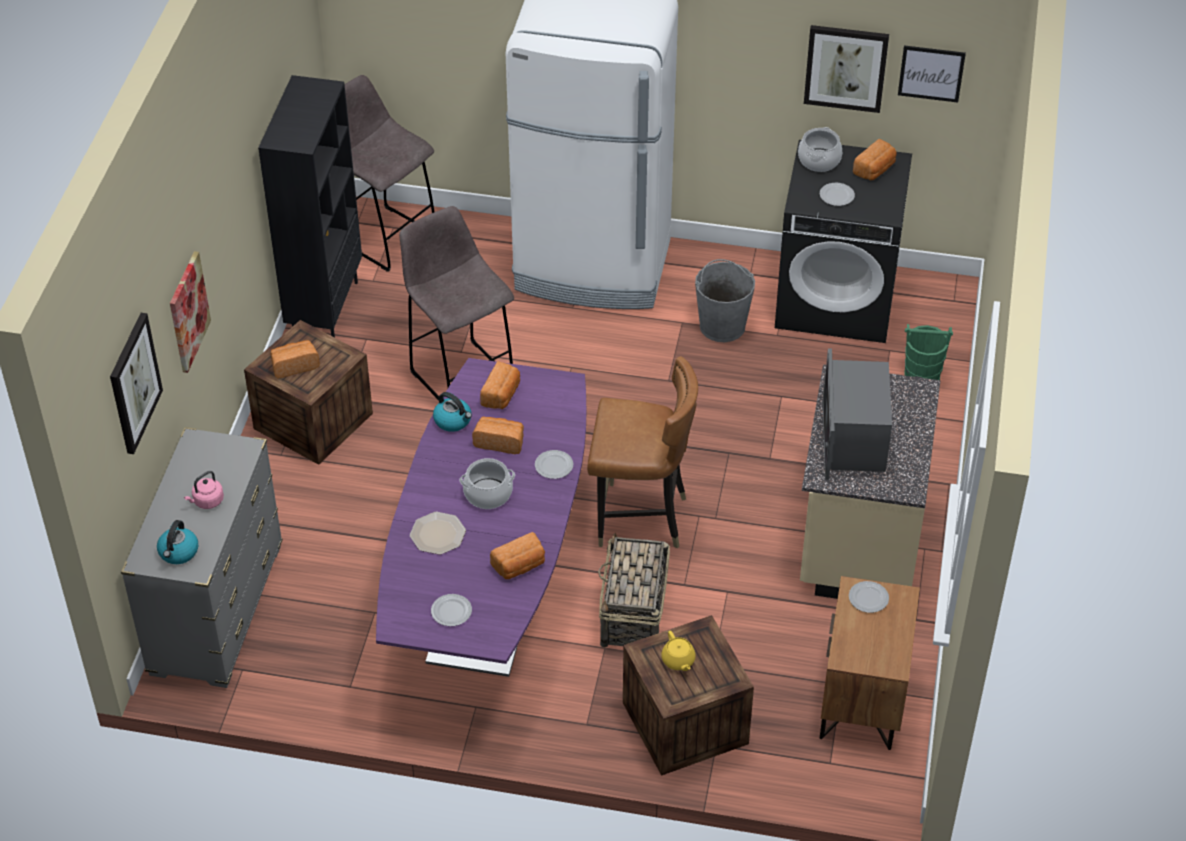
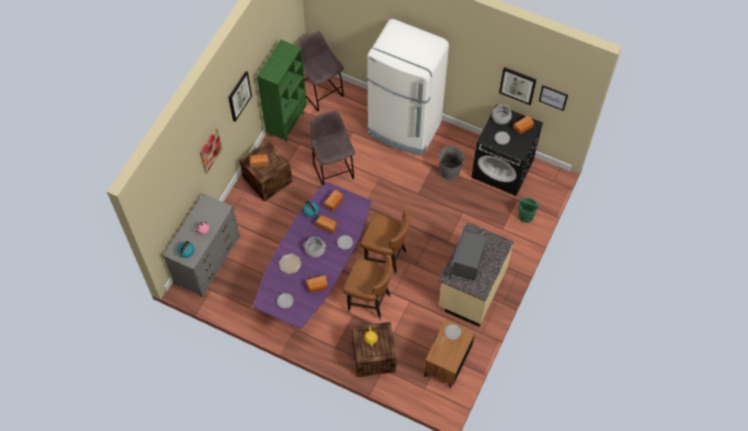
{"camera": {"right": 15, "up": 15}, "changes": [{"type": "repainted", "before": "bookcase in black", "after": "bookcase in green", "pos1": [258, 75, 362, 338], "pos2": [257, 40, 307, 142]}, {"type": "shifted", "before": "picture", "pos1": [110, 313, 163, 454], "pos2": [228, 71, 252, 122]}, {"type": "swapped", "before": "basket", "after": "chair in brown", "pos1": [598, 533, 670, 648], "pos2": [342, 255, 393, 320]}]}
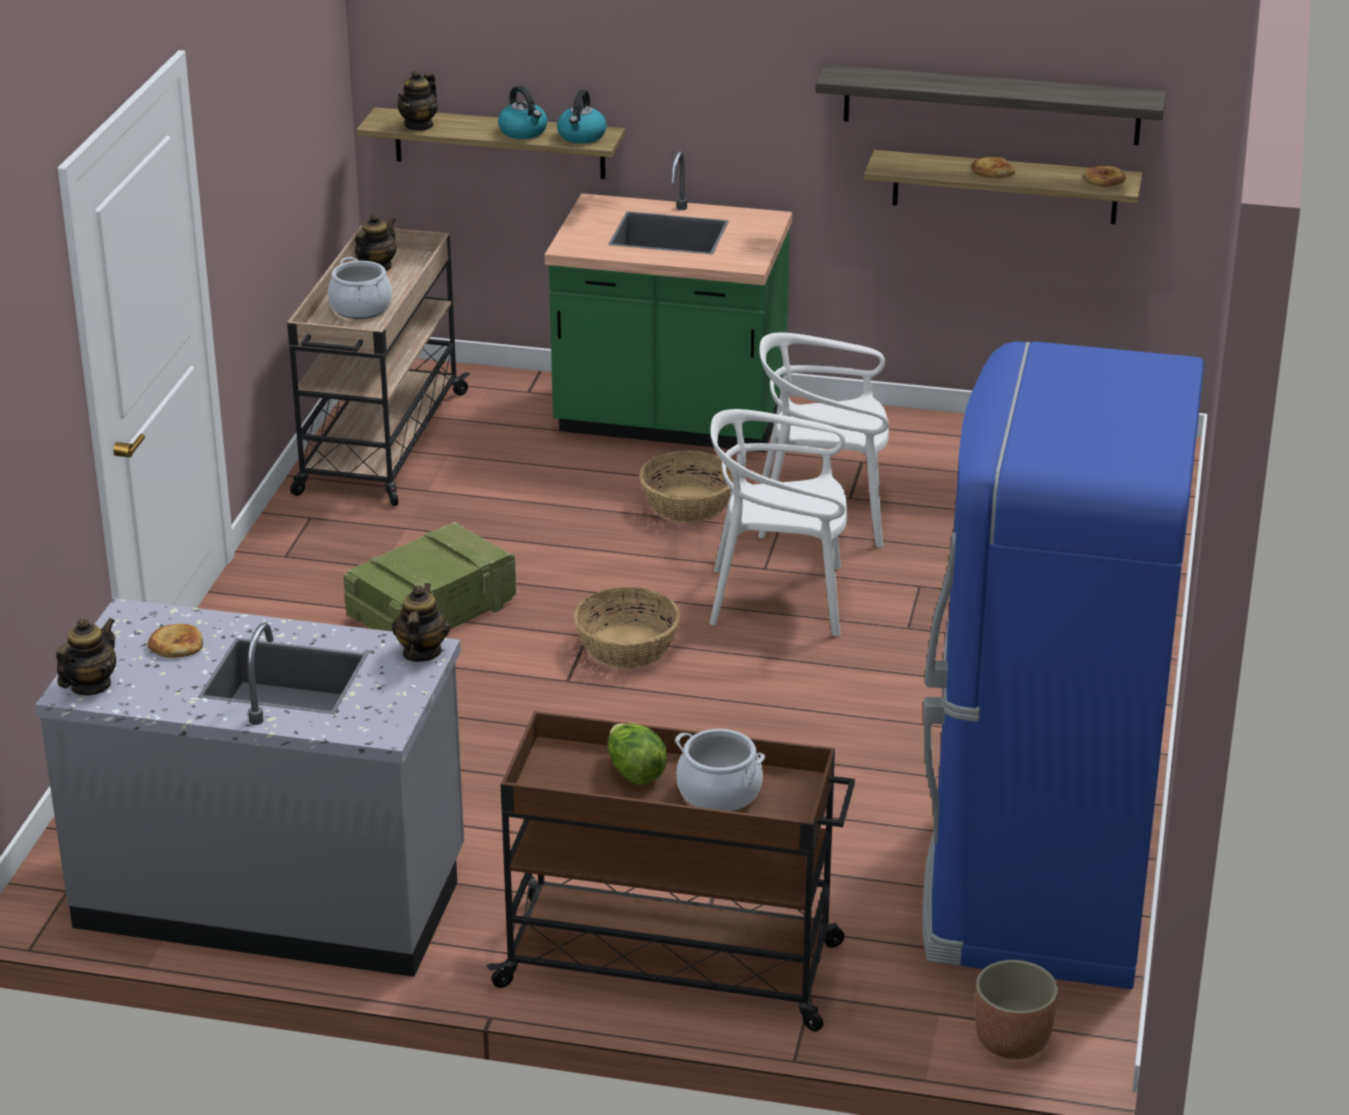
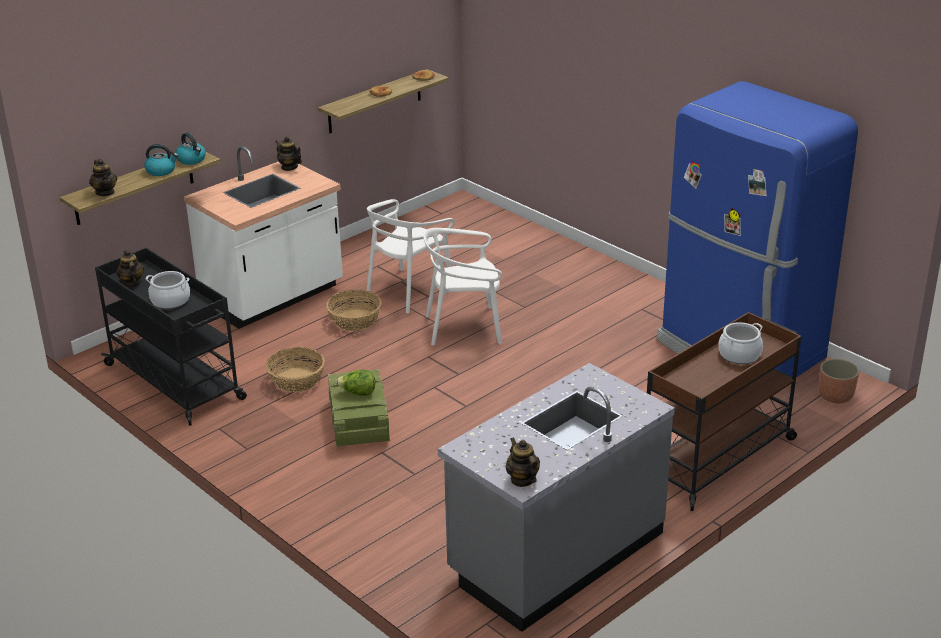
{"camera": {"right": -55, "up": 0}, "changes": [{"type": "gone", "before": "shelf", "pos1": [815, 65, 1166, 145]}, {"type": "repainted", "before": "counter in green", "after": "counter in white", "pos1": [544, 151, 792, 452], "pos2": [184, 146, 343, 329]}, {"type": "repainted", "before": "cart in beige", "after": "cart in black", "pos1": [287, 225, 470, 506], "pos2": [95, 248, 247, 426]}, {"type": "rotated", "before": "chair in white", "pos1": [710, 409, 848, 637], "pos2": [423, 228, 502, 346], "turn": 45}, {"type": "shifted", "before": "teapot", "pos1": [392, 583, 450, 662], "pos2": [275, 136, 302, 171]}, {"type": "shifted", "before": "basket", "pos1": [574, 587, 680, 669], "pos2": [265, 347, 325, 392]}, {"type": "gone", "before": "bread", "pos1": [148, 624, 203, 658]}, {"type": "shifted", "before": "lettuce", "pos1": [607, 724, 668, 785], "pos2": [336, 370, 375, 396]}]}
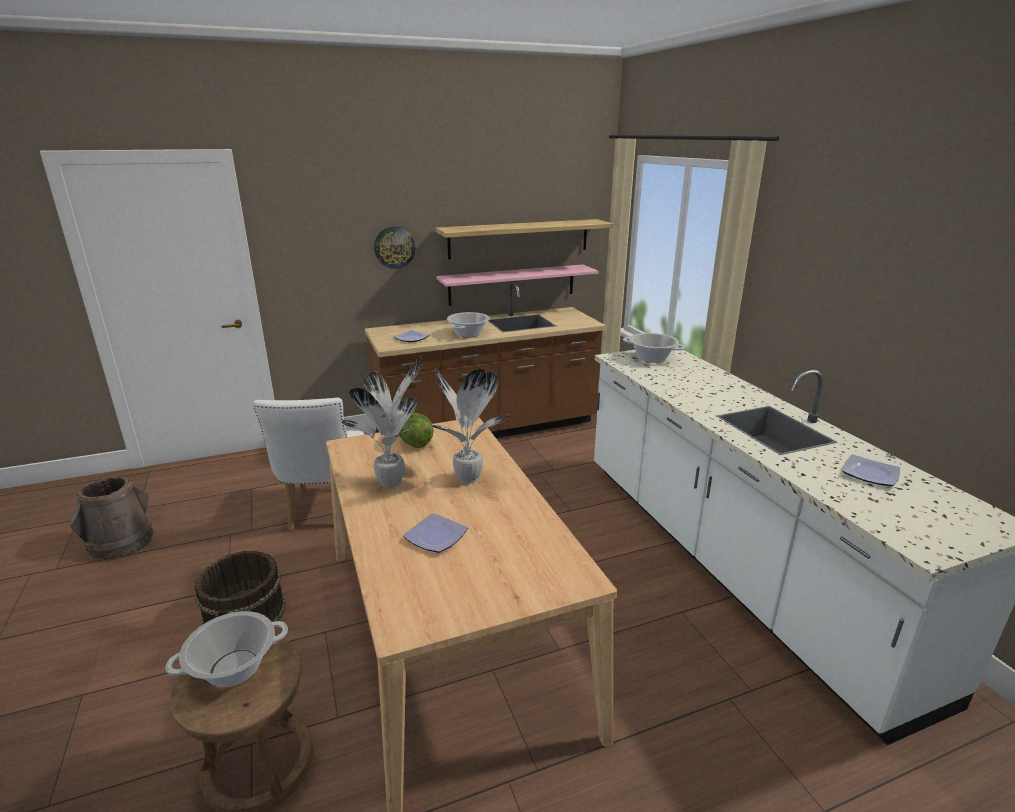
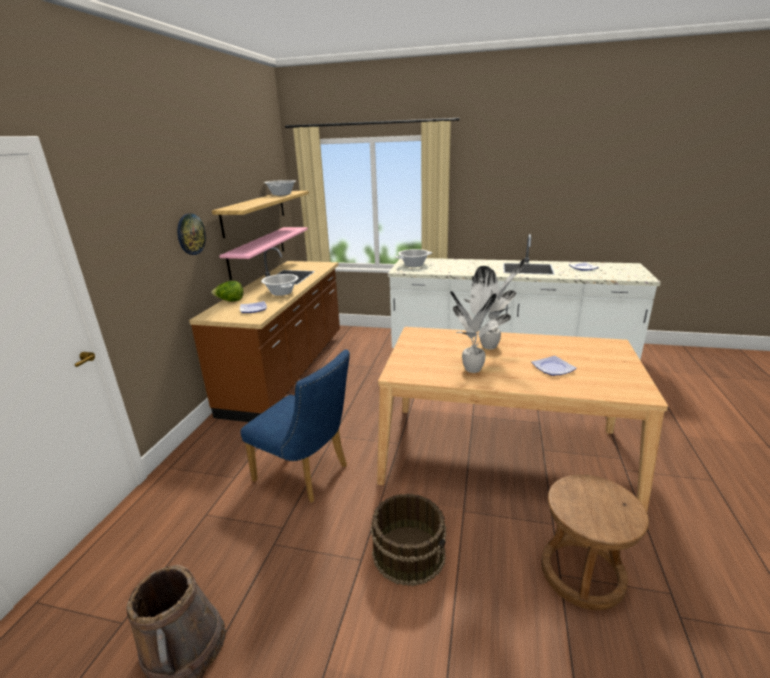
{"camera": {"right": -55, "up": 0}, "changes": [{"type": "repainted", "before": "chair in white", "after": "chair in blue", "pos1": [253, 398, 365, 531], "pos2": [240, 349, 350, 503]}, {"type": "shifted", "before": "lettuce", "pos1": [399, 413, 434, 448], "pos2": [211, 281, 243, 302]}, {"type": "shifted", "before": "cooking pot", "pos1": [165, 611, 288, 687], "pos2": [264, 180, 296, 196]}]}
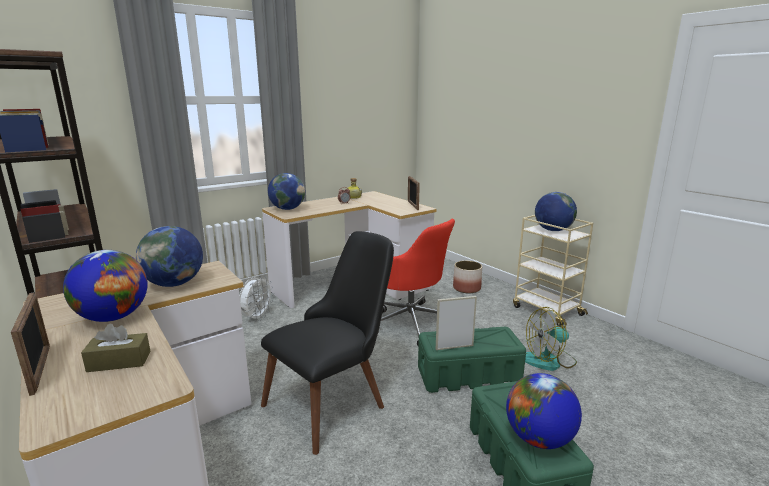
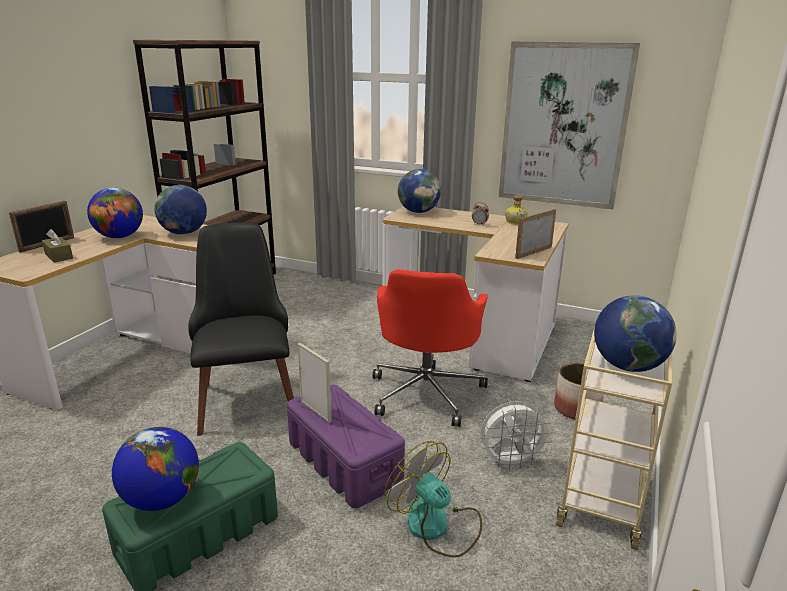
{"camera": {"right": 60, "up": 5}, "changes": [{"type": "rotated", "before": "chair in black", "pos1": [261, 231, 394, 455], "pos2": [188, 222, 294, 436], "turn": -120}, {"type": "shifted", "before": "fan in white", "pos1": [240, 276, 274, 322], "pos2": [480, 401, 554, 470]}, {"type": "repainted", "before": "storage box in green", "after": "storage box in purple", "pos1": [418, 327, 526, 393], "pos2": [287, 385, 405, 508]}, {"type": "new", "after": "picture", "pos2": [499, 41, 640, 209]}]}
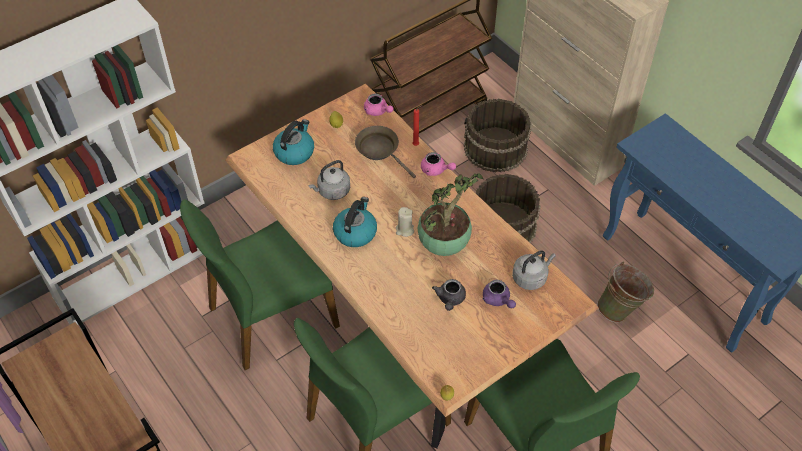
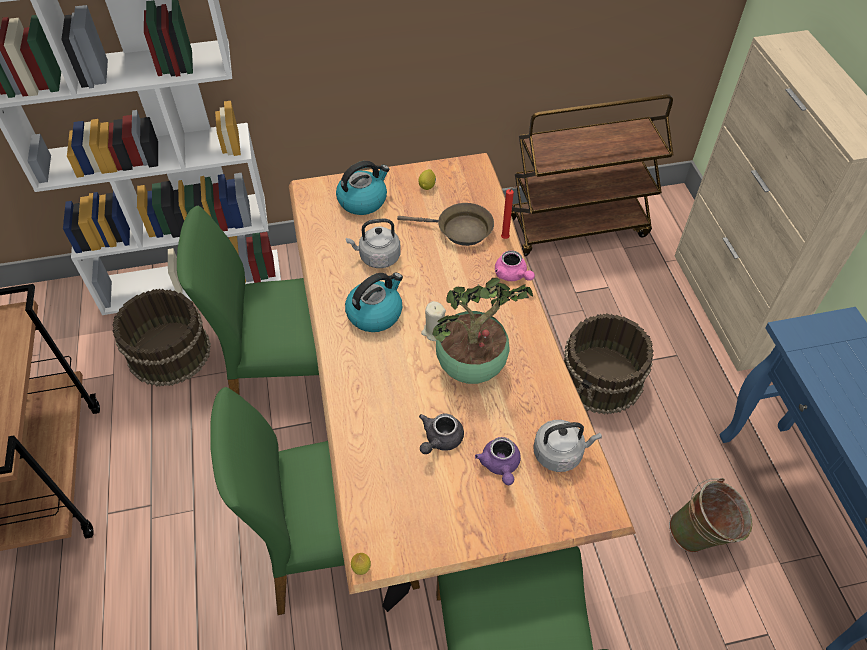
{"camera": {"right": 25, "up": 0}, "changes": [{"type": "gone", "before": "teapot in pink", "pos1": [364, 93, 393, 116]}, {"type": "shifted", "before": "bucket in brown", "pos1": [464, 99, 531, 172], "pos2": [112, 289, 211, 387]}, {"type": "rotated", "before": "frying pan in brown", "pos1": [355, 126, 416, 178], "pos2": [397, 203, 494, 246], "turn": 120}]}
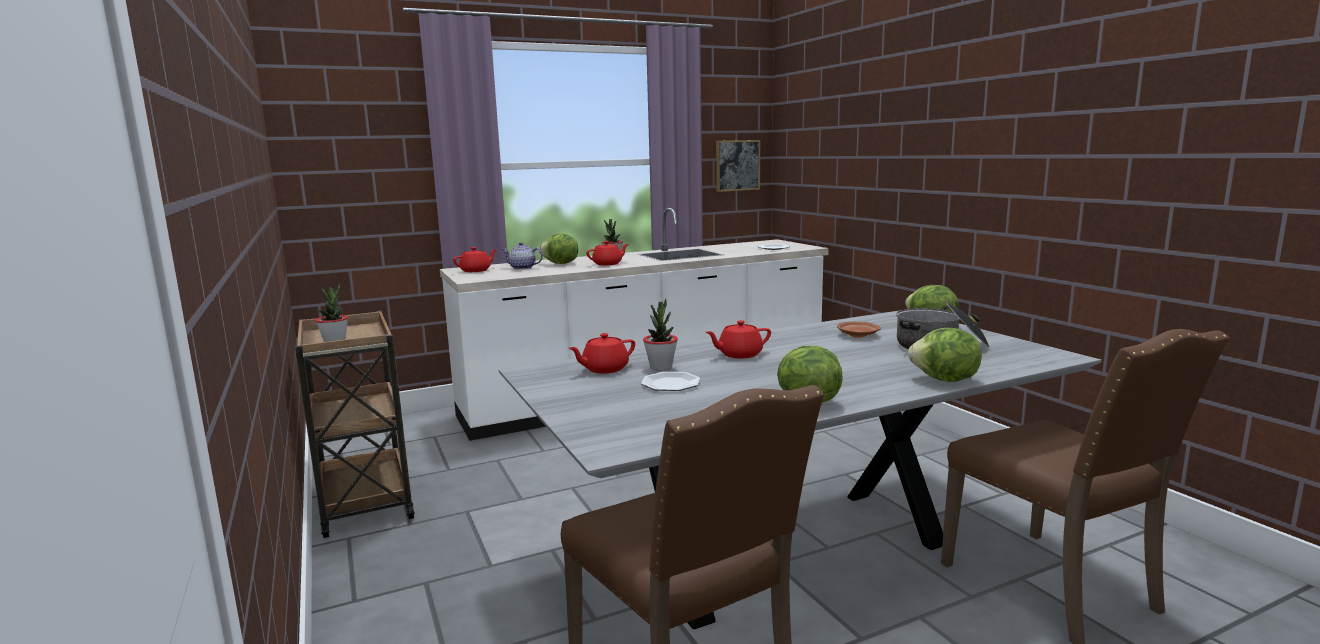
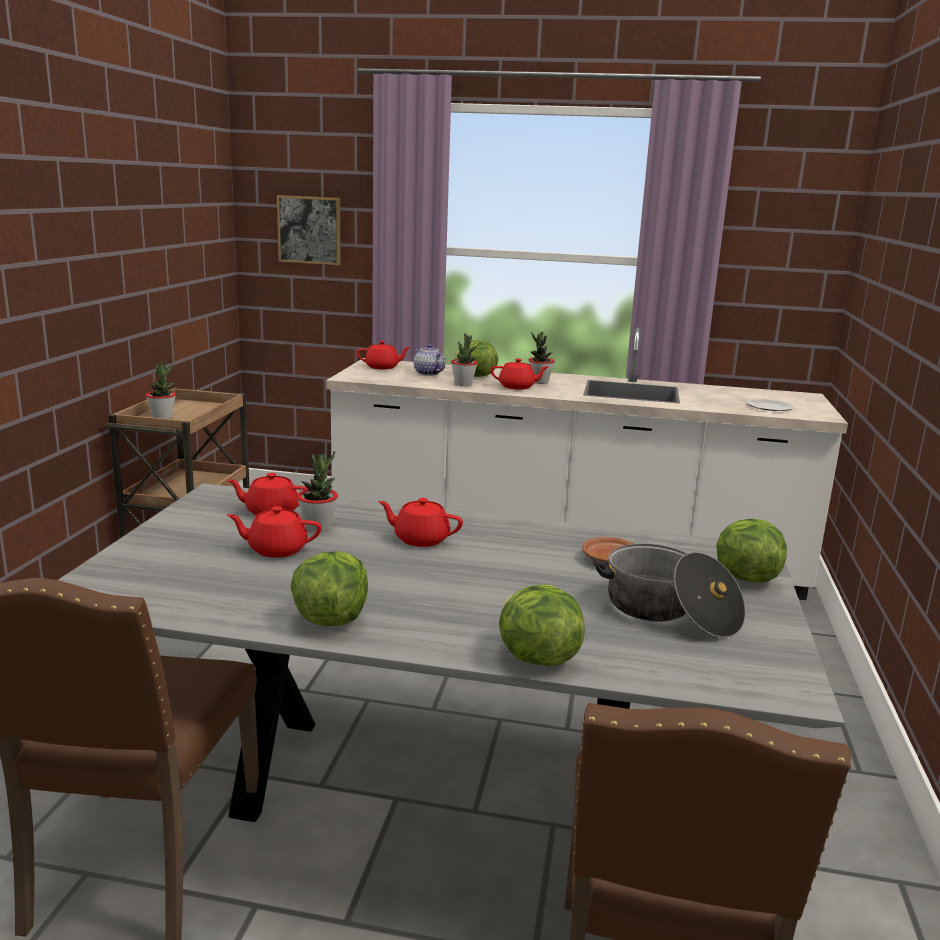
{"camera": {"right": 35, "up": 5}, "changes": [{"type": "shifted", "before": "picture", "pos1": [716, 140, 760, 192], "pos2": [277, 195, 341, 265]}, {"type": "swapped", "before": "plate", "after": "teapot in red", "pos1": [641, 372, 700, 391], "pos2": [227, 506, 322, 558]}, {"type": "new", "after": "potted plant", "pos2": [451, 333, 478, 386]}]}
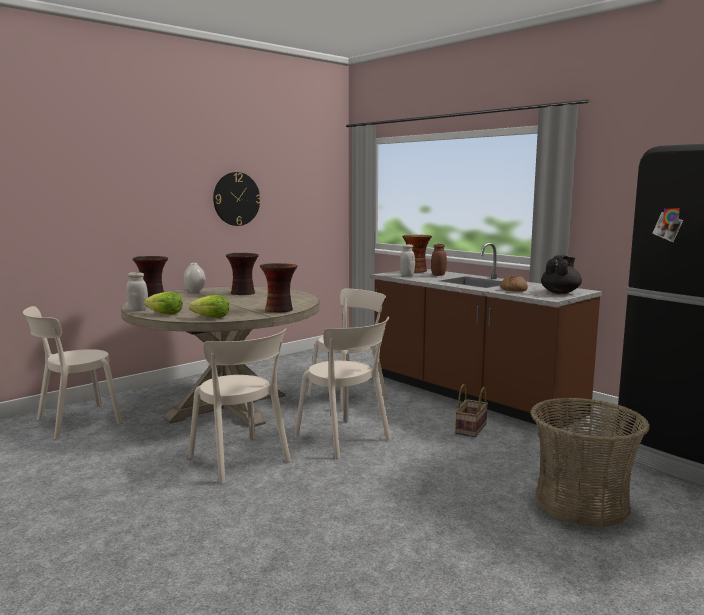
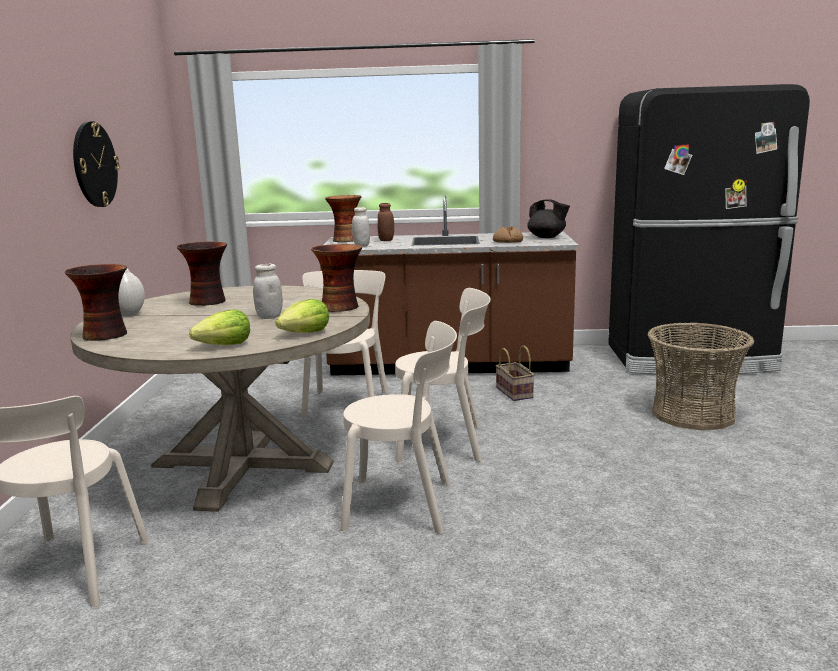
{"camera": {"right": -45, "up": 5}, "changes": [{"type": "rotated", "before": "teapot in black", "pos1": [541, 255, 582, 294], "pos2": [527, 199, 570, 238], "turn": 135}, {"type": "shifted", "before": "jar in white", "pos1": [126, 272, 148, 311], "pos2": [253, 264, 283, 319]}]}
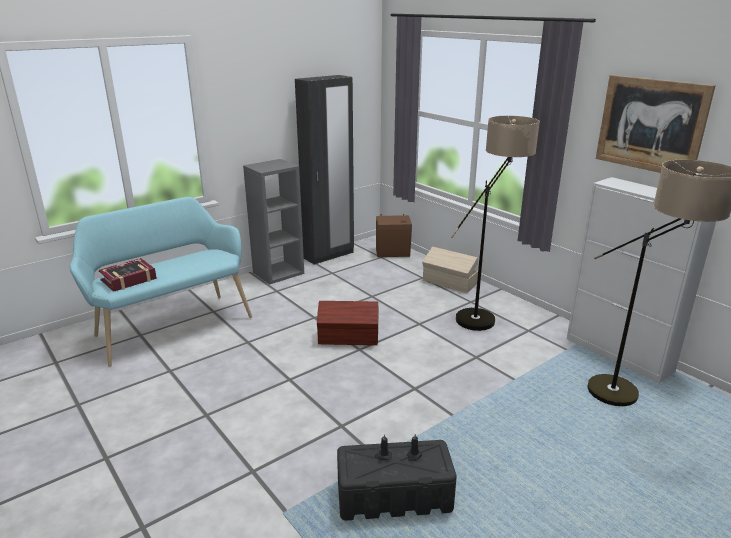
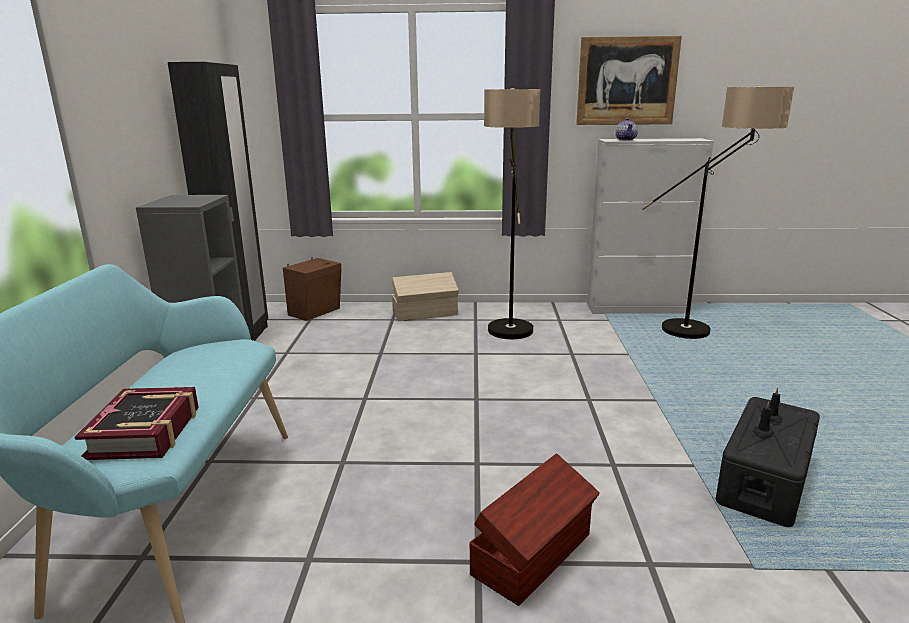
{"camera": {"right": -50, "up": -5}, "changes": [{"type": "shifted", "before": "storage box in brown", "pos1": [317, 301, 379, 345], "pos2": [470, 453, 600, 606]}, {"type": "new", "after": "teapot", "pos2": [615, 118, 638, 140]}]}
